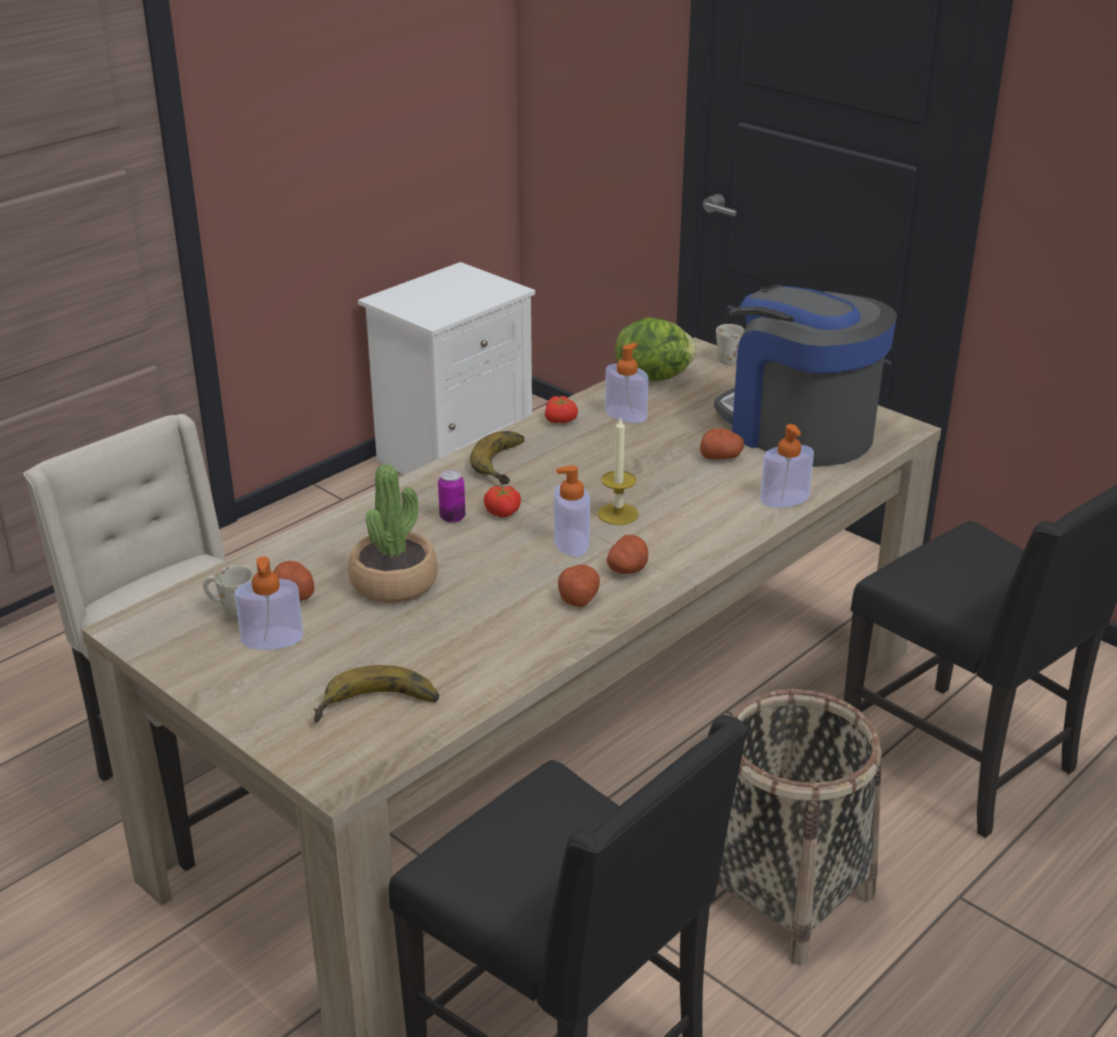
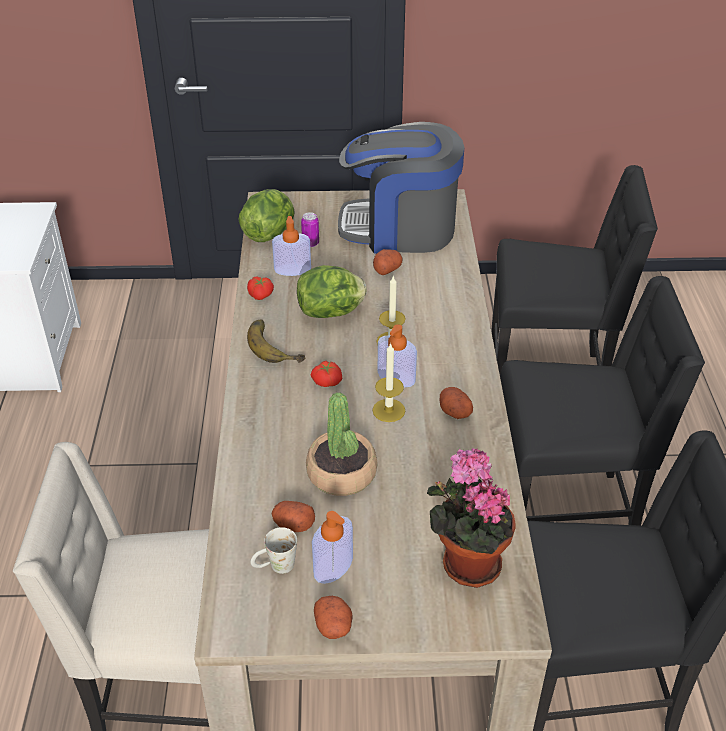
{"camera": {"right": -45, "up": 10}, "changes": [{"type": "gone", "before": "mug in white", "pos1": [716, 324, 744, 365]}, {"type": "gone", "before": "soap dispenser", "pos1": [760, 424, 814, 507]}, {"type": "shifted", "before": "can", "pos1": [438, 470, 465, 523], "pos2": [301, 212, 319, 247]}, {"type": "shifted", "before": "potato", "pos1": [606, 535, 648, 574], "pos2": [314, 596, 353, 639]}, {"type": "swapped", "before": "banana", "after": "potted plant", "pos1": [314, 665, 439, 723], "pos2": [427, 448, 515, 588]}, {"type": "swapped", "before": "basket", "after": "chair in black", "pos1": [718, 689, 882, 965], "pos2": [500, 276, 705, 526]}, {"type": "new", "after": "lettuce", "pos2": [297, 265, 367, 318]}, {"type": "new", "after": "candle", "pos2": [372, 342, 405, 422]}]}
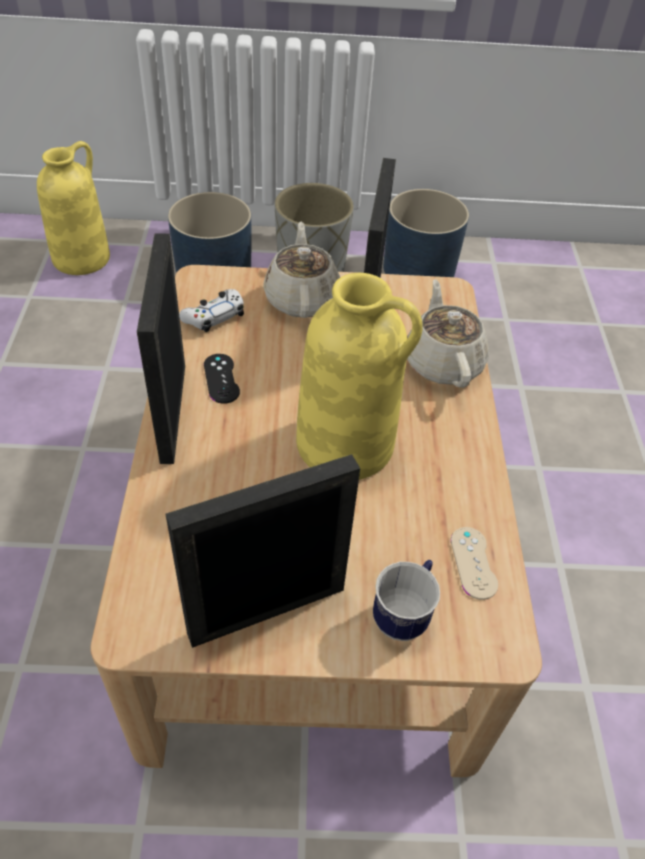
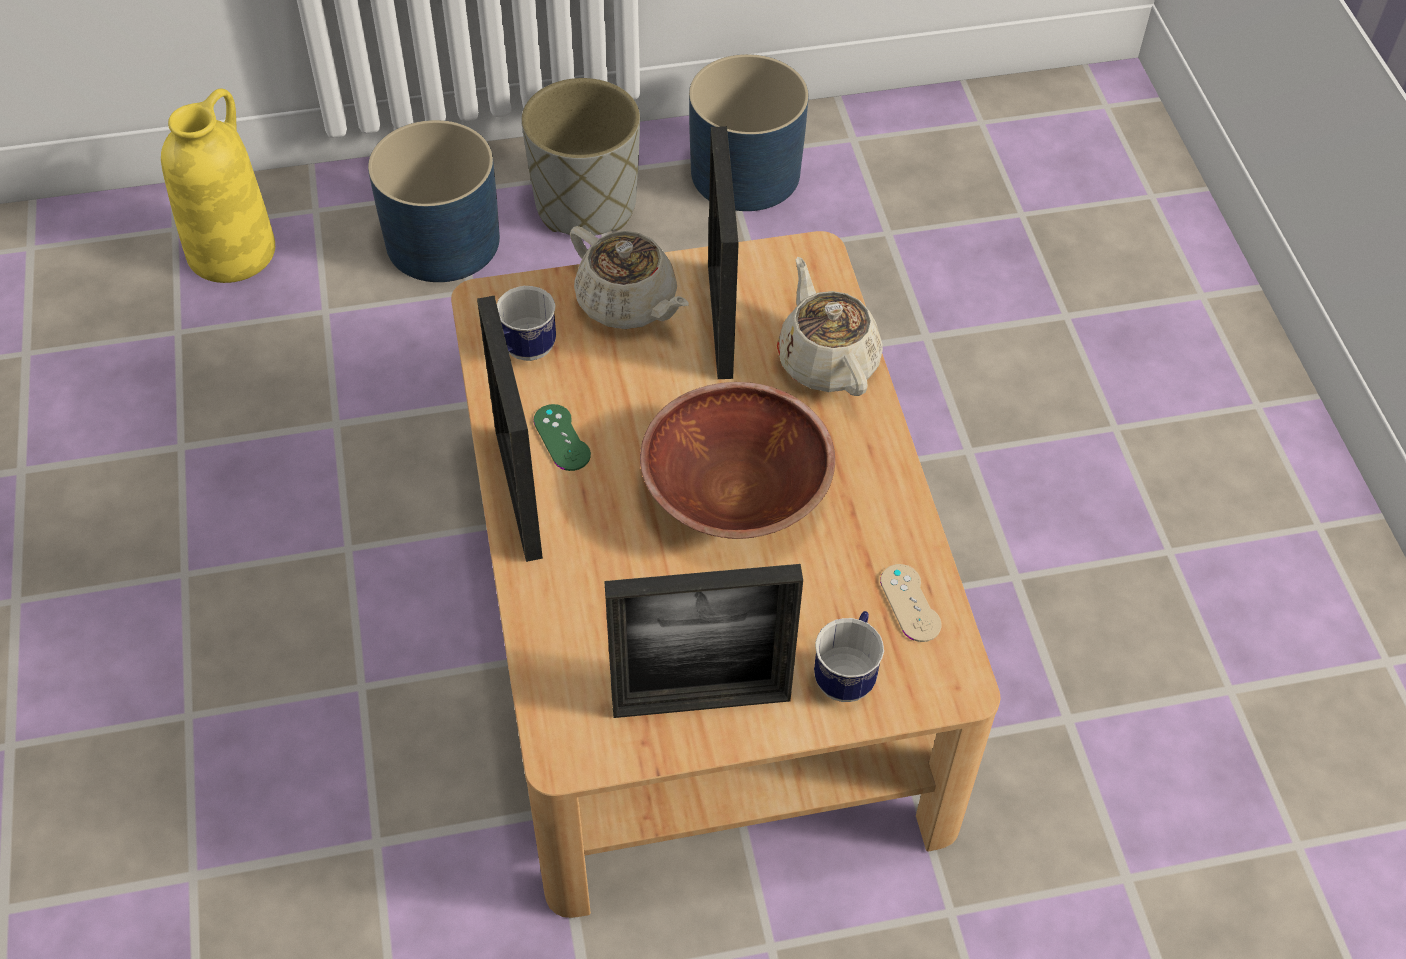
{"camera": {"right": -10, "up": 5}, "changes": [{"type": "rotated", "before": "teapot in beige", "pos1": [263, 222, 340, 318], "pos2": [570, 226, 689, 329], "turn": 150}, {"type": "swapped", "before": "vase in yellow", "after": "bowl in brown", "pos1": [296, 273, 423, 480], "pos2": [640, 382, 835, 539]}, {"type": "swapped", "before": "game controller in white", "after": "mug", "pos1": [179, 289, 244, 332], "pos2": [497, 286, 556, 361]}, {"type": "repainted", "before": "game controller in black", "after": "game controller in green", "pos1": [204, 354, 240, 404], "pos2": [534, 404, 591, 471]}, {"type": "rotated", "before": "picture frame", "pos1": [166, 454, 360, 648], "pos2": [604, 564, 803, 718], "turn": -150}]}
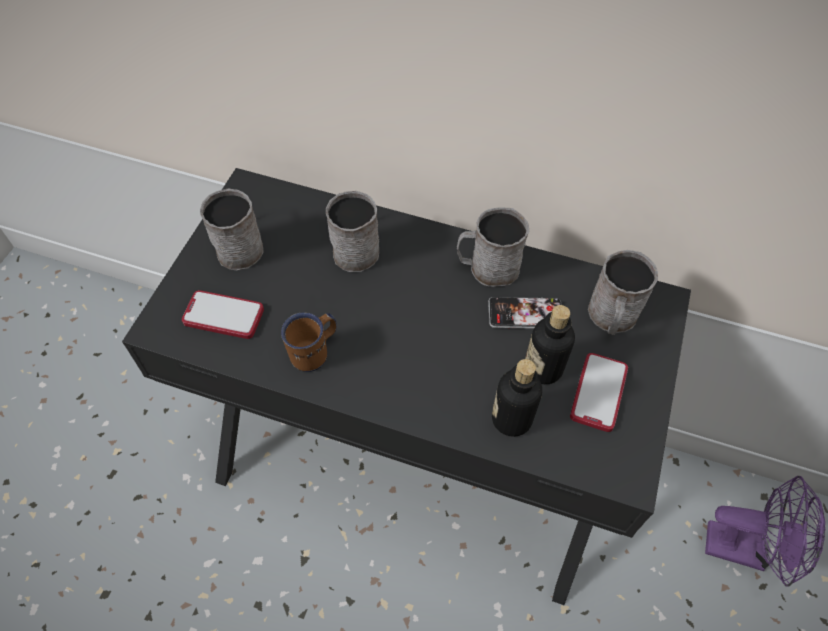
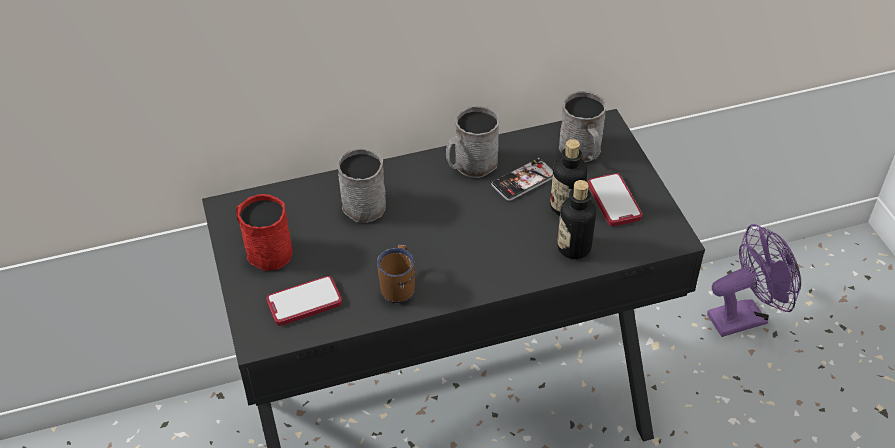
{"camera": {"right": -35, "up": -10}, "changes": [{"type": "repainted", "before": "mug in grey", "after": "mug in red", "pos1": [200, 188, 264, 270], "pos2": [236, 194, 293, 271]}]}
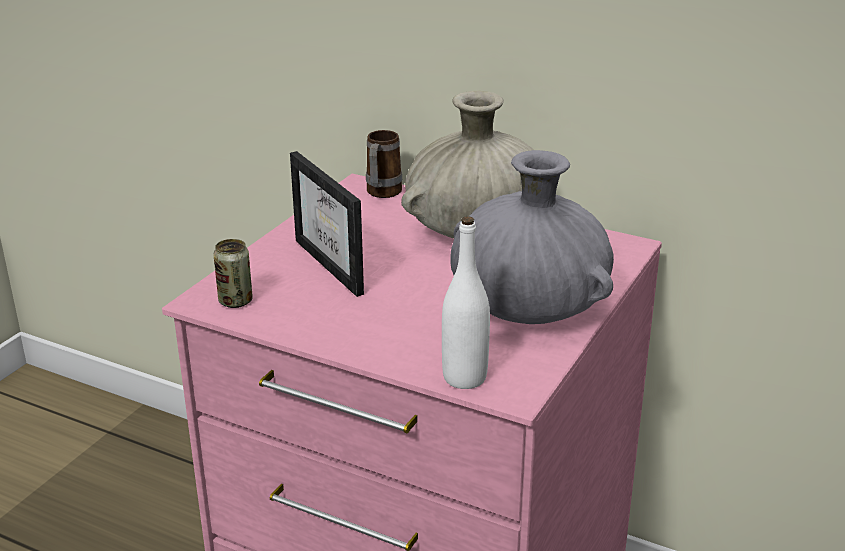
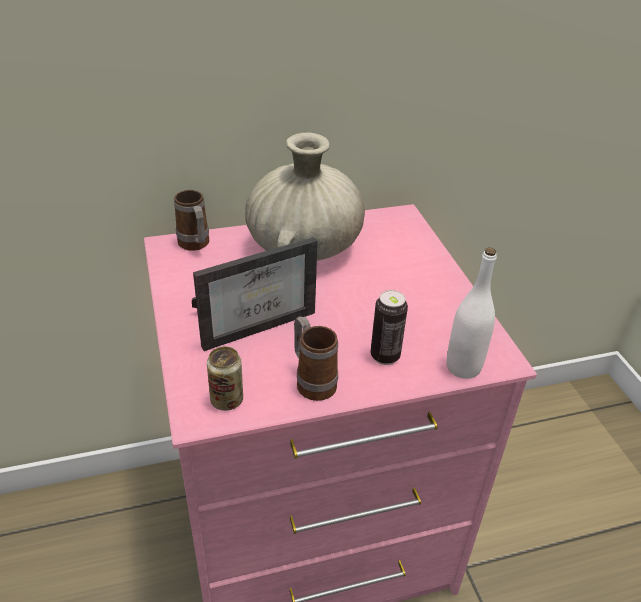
{"camera": {"right": -45, "up": 10}, "changes": [{"type": "gone", "before": "vase in grey", "pos1": [450, 150, 614, 324]}, {"type": "rotated", "before": "picture frame", "pos1": [290, 151, 364, 297], "pos2": [192, 237, 317, 351], "turn": -45}, {"type": "new", "after": "can", "pos2": [371, 290, 408, 365]}, {"type": "new", "after": "mug", "pos2": [294, 316, 338, 401]}]}
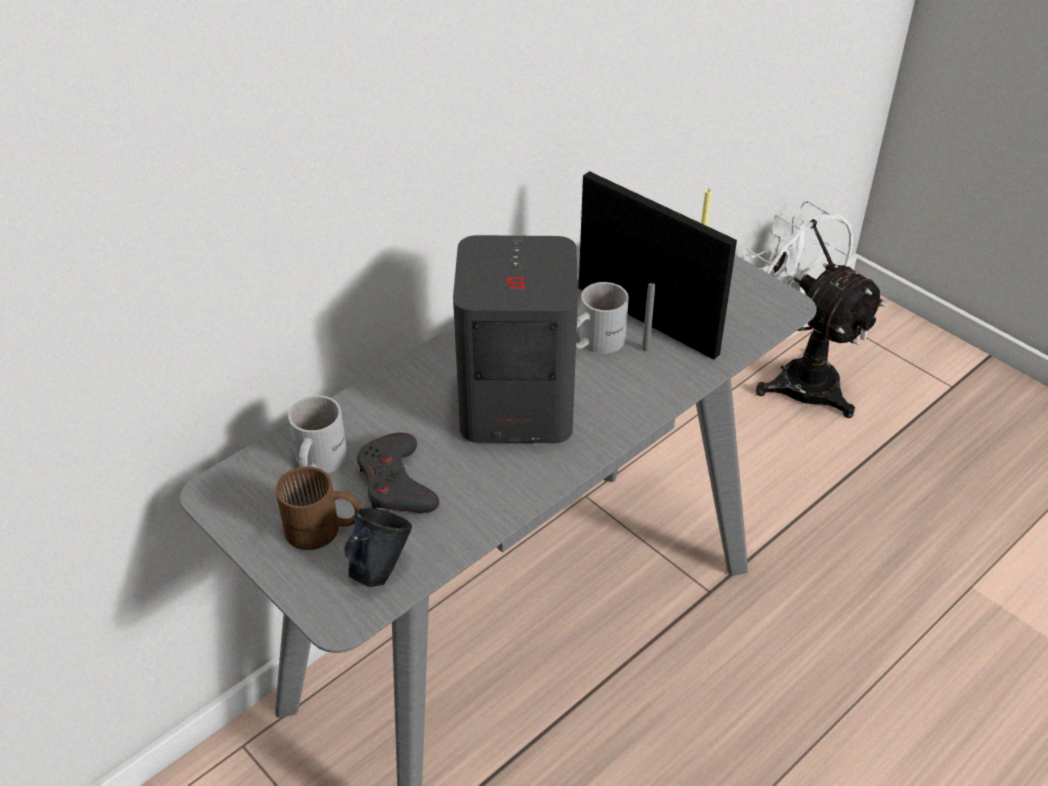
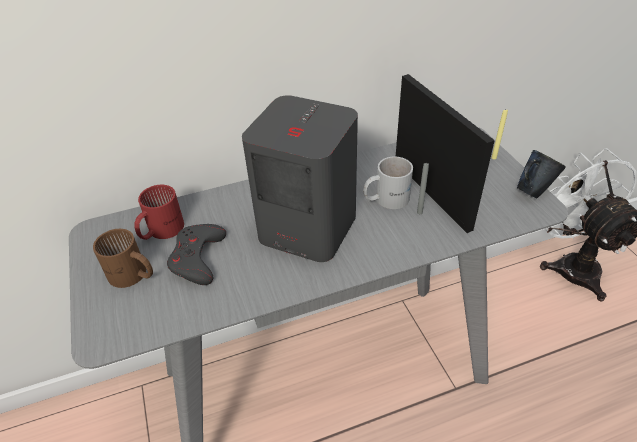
{"camera": {"right": 25, "up": 0}, "changes": [{"type": "repainted", "before": "mug in white", "after": "mug in red", "pos1": [288, 395, 347, 473], "pos2": [134, 185, 184, 240]}, {"type": "shifted", "before": "mug in blue", "pos1": [344, 508, 412, 587], "pos2": [517, 150, 566, 199]}]}
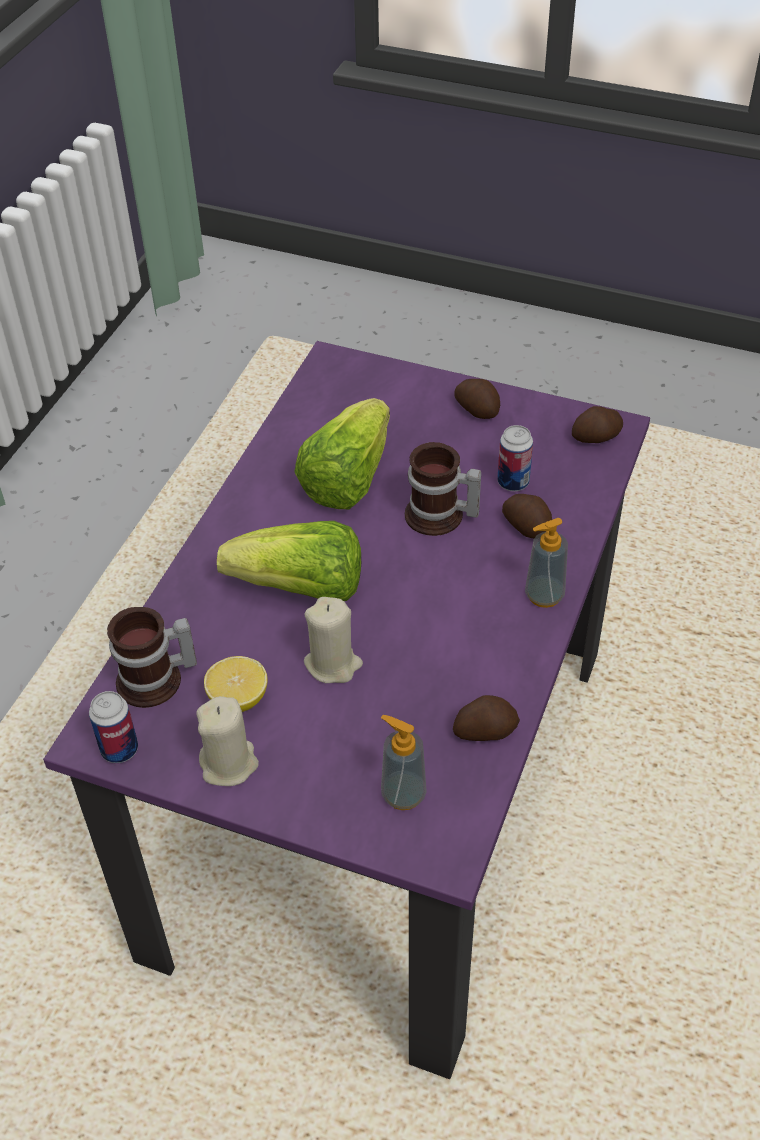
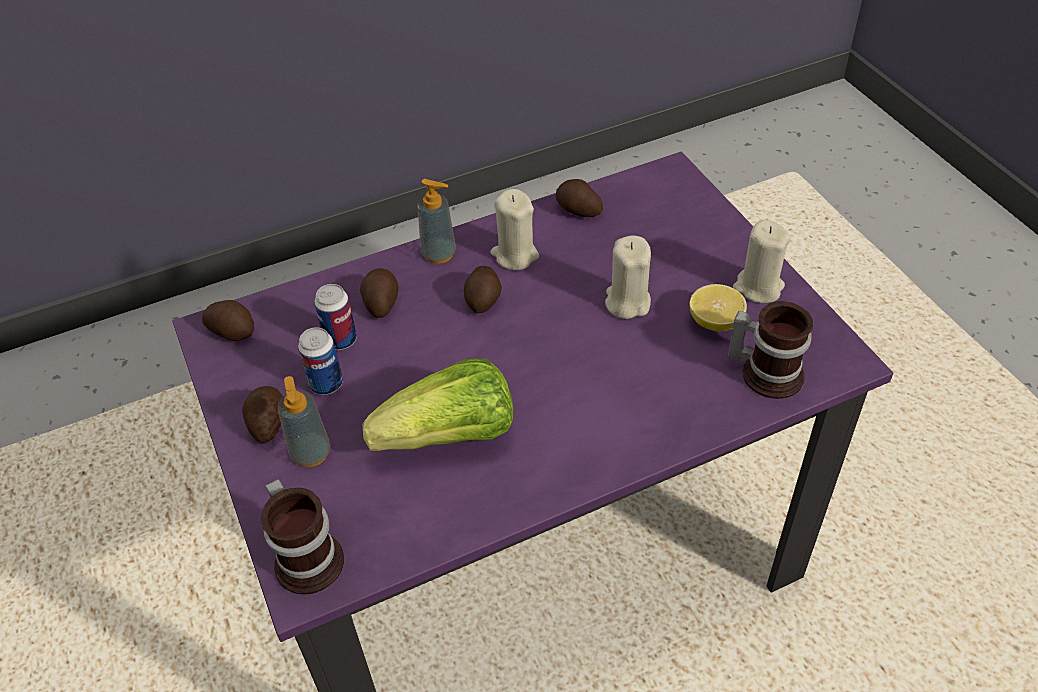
{"camera": {"right": -135, "up": 0}, "changes": [{"type": "shifted", "before": "mug", "pos1": [405, 442, 481, 536], "pos2": [261, 479, 344, 595]}, {"type": "gone", "before": "lettuce", "pos1": [217, 521, 361, 601]}, {"type": "shifted", "before": "can", "pos1": [89, 691, 138, 763], "pos2": [298, 327, 343, 395]}, {"type": "shifted", "before": "soap dispenser", "pos1": [381, 715, 427, 810], "pos2": [278, 376, 330, 467]}, {"type": "new", "after": "candle in beige", "pos2": [491, 189, 539, 270]}, {"type": "new", "after": "potato", "pos2": [464, 266, 502, 313]}]}
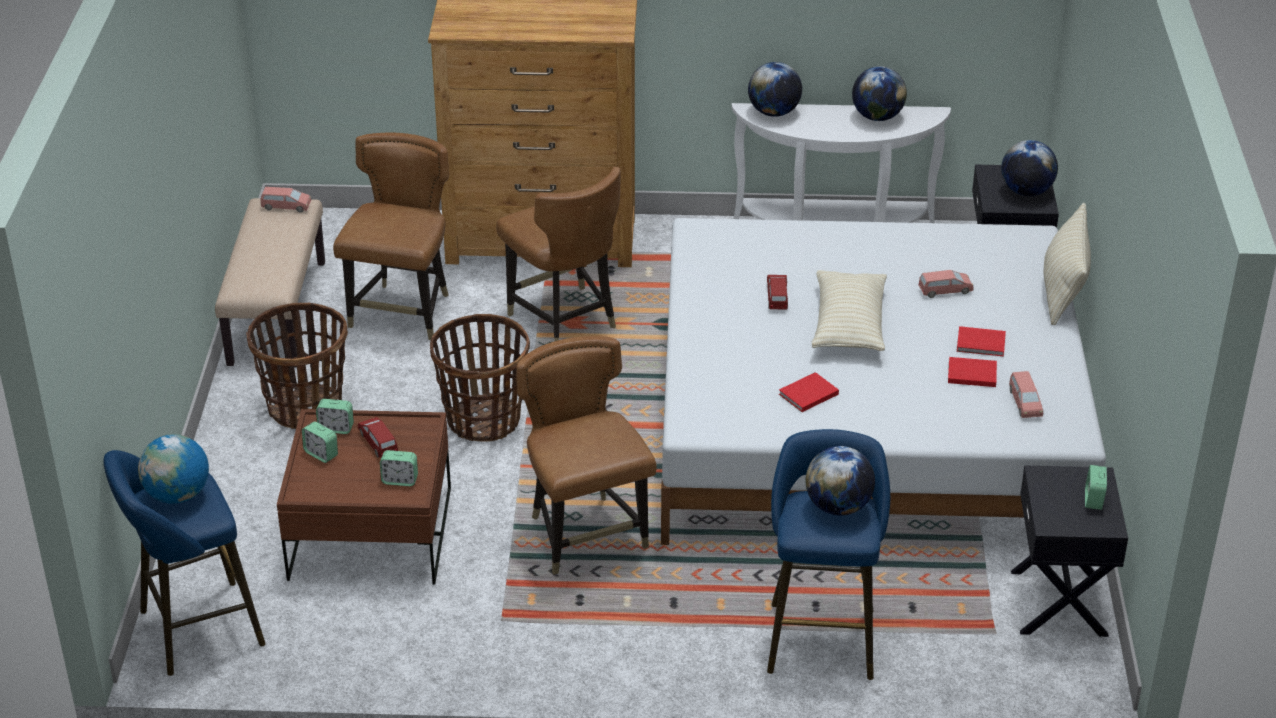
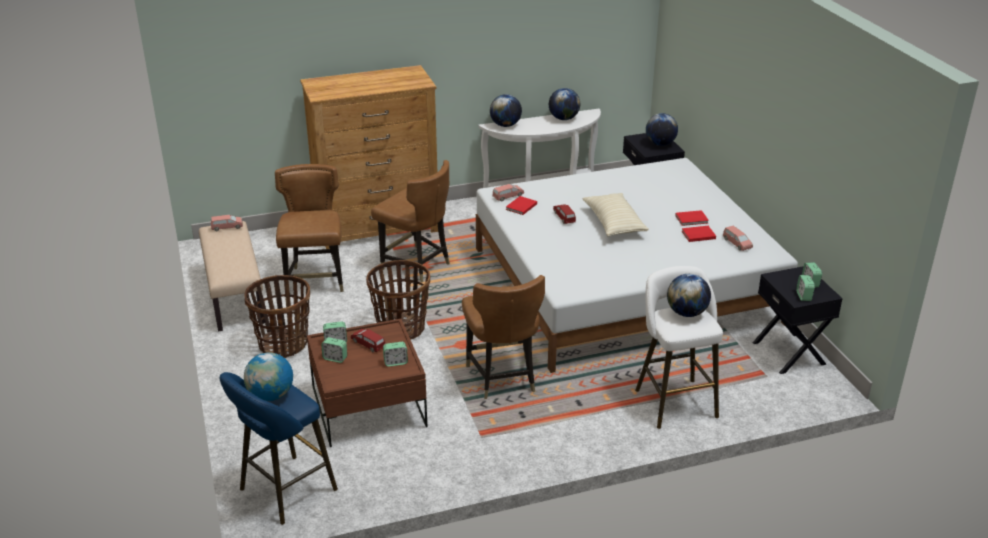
{"camera": {"right": -20, "up": -5}, "changes": [{"type": "gone", "before": "pillow in beige", "pos1": [1044, 203, 1091, 325]}, {"type": "shifted", "before": "toy car in pink", "pos1": [919, 270, 974, 298], "pos2": [493, 184, 524, 202]}, {"type": "rotated", "before": "chair in brown", "pos1": [516, 336, 657, 575], "pos2": [462, 275, 545, 399], "turn": -150}, {"type": "shifted", "before": "book in red", "pos1": [779, 372, 839, 412], "pos2": [506, 196, 537, 215]}, {"type": "repainted", "before": "stool in blue", "after": "stool in white", "pos1": [767, 429, 890, 680], "pos2": [635, 266, 723, 429]}, {"type": "new", "after": "alarm clock", "pos2": [796, 275, 815, 301]}]}
